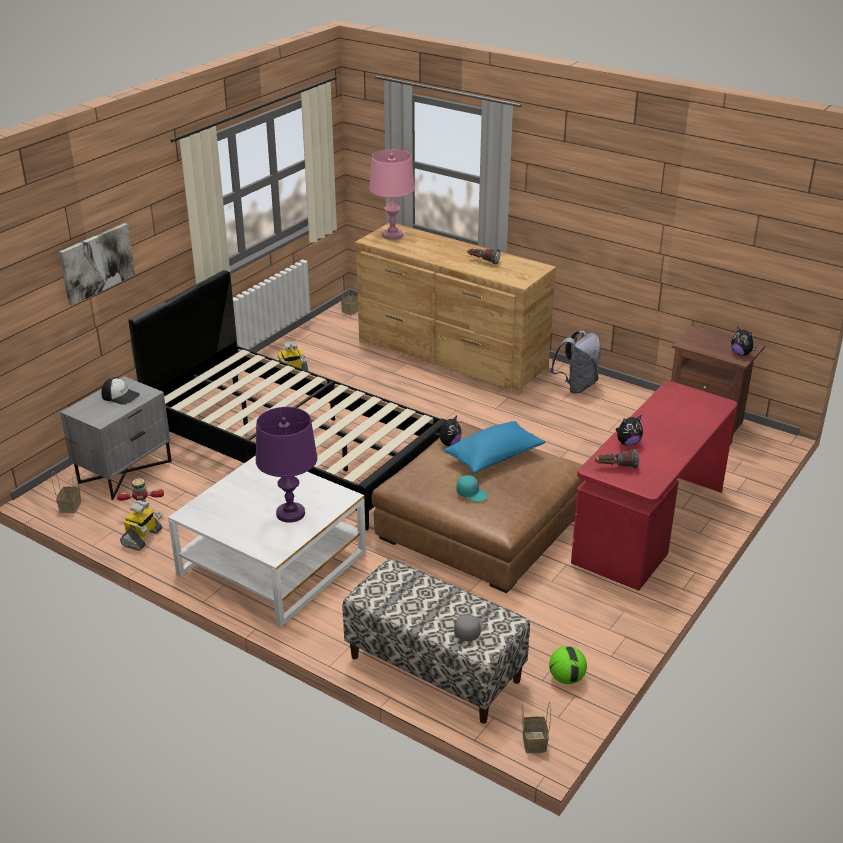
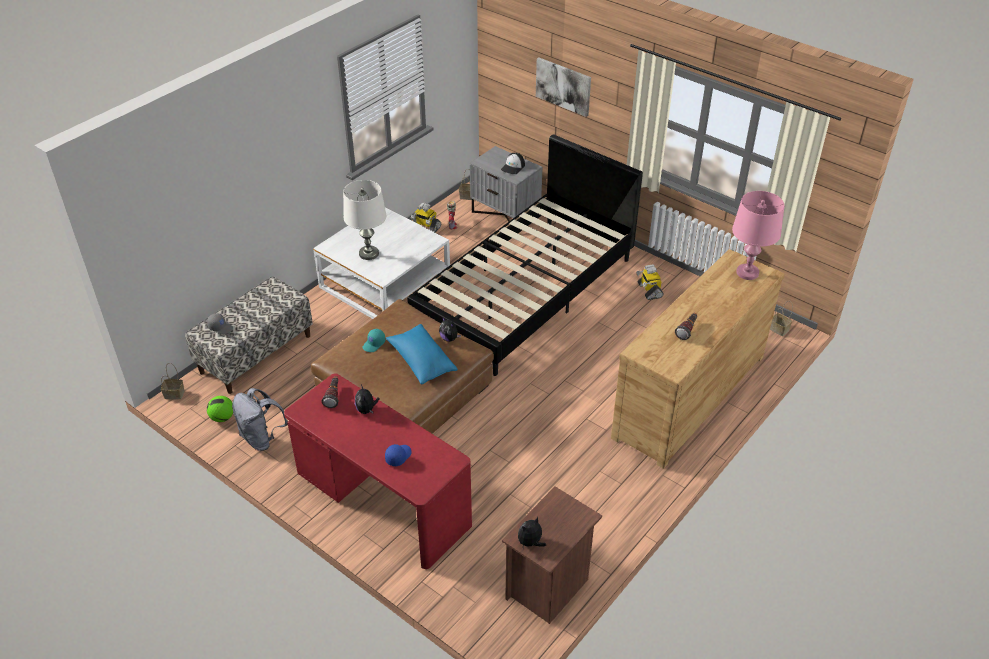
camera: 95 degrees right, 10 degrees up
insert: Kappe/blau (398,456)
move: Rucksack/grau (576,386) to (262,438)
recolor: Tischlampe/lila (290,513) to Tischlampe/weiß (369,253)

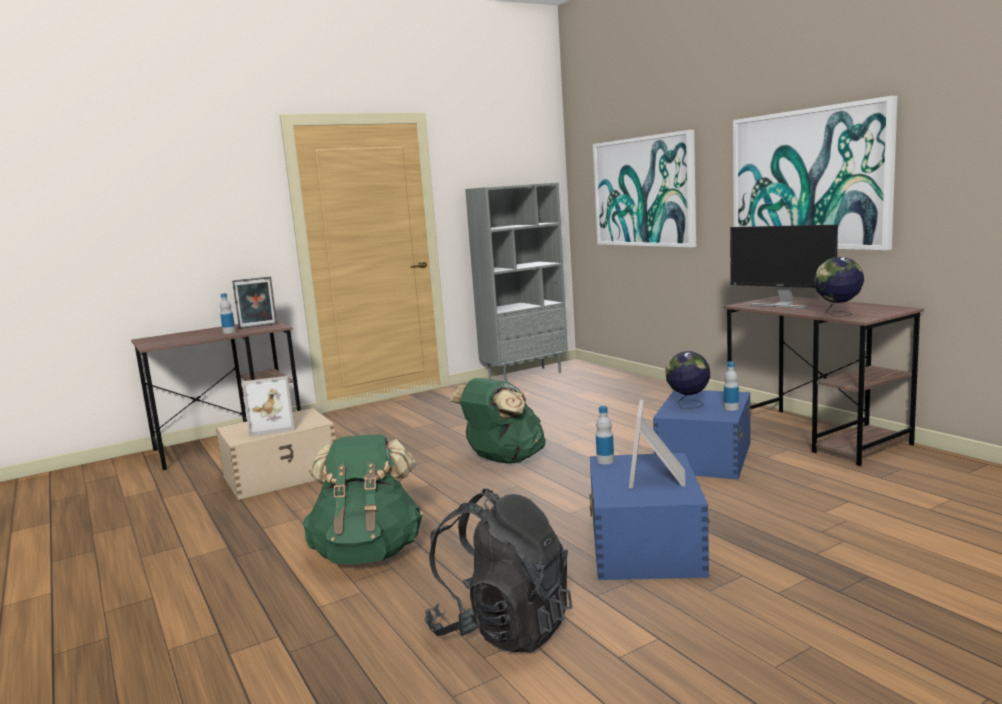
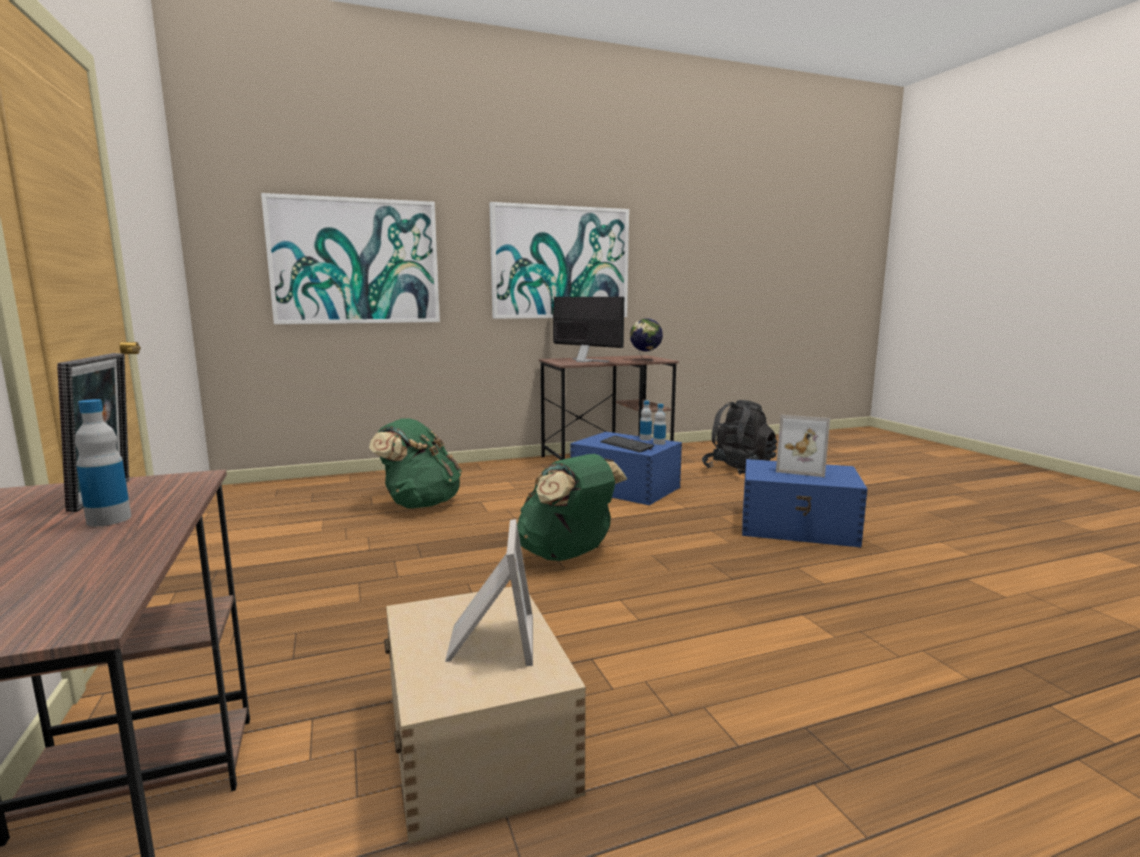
camera: 80 degrees left, 0 degrees up
delete: Bücherregal/grau (525,376)
move: Rucksack/grün (368,552) to (419,504); Flasche (605,461) to (659,443); Rucksack/schwarz (502,629) to (738,470)
replace: Globus (688,405) to Tastatur (626,445)
rotate: Monitor (781,305) = (586,361) 105 degrees counterclockwise

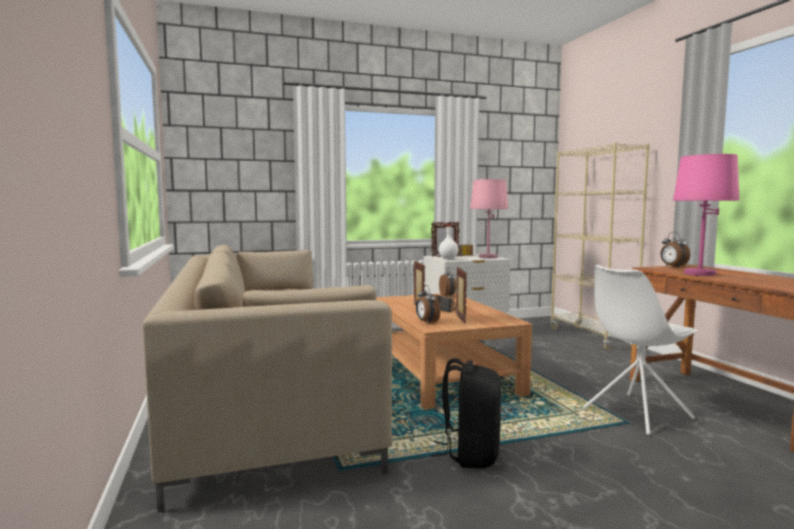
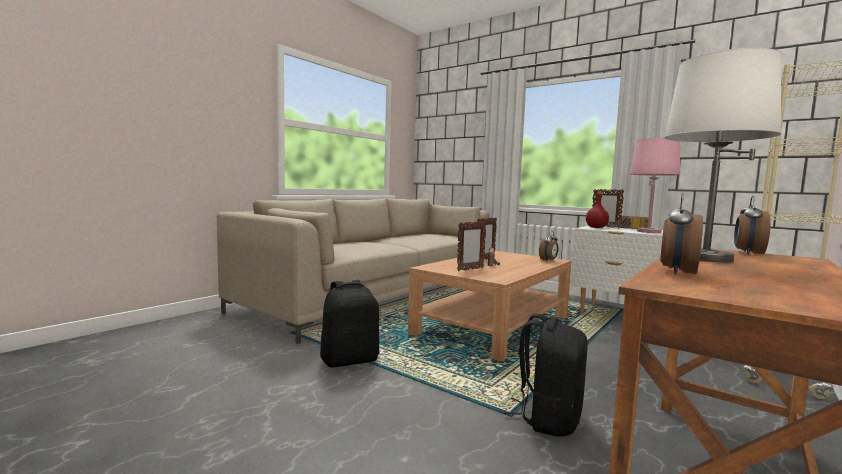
camera: 55 degrees right, 0 degrees up
move: Wecker (426,322) to (677,272)
replace: Stuhl/weiß (636,413) to Rucksack/schwarz (548,418)
recolor: Flasche/weiß (448,258) to Flasche/rot (596,227); Tischlampe/rosa (700,274) to Tischlampe/weiß (705,258)

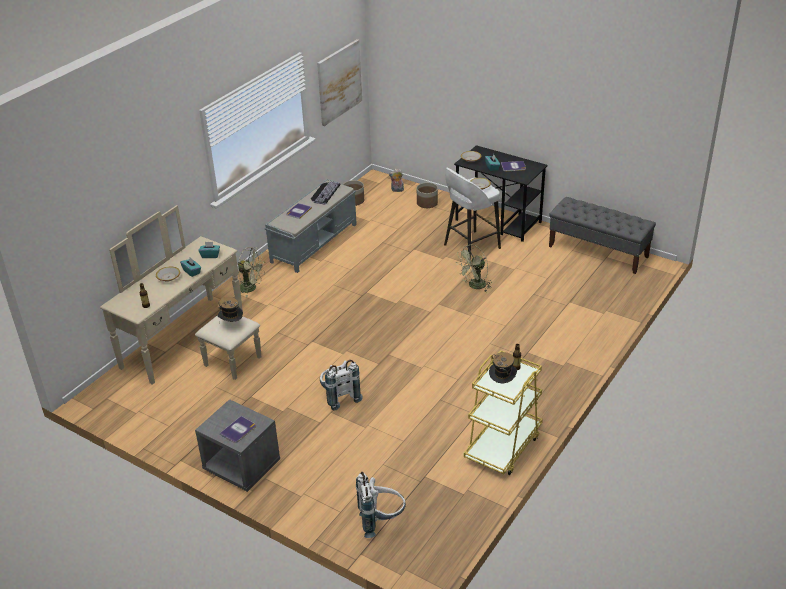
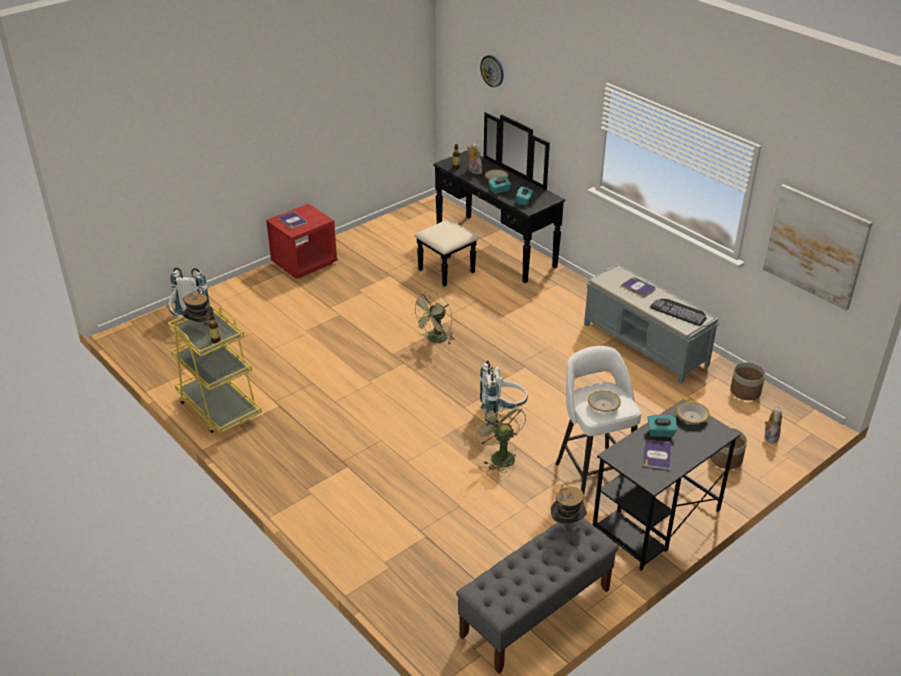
camera: 105 degrees right, 0 degrees up
insert: Plüschtier (474,171); Wanduhr (492,70)
move: Ventilator/grün (251,288) to (435,340); Rucksack/weiß (339,397) to (502,414); Hut (231,324) to (567,524)
recolor: Nachttisch/grau (241,466) to Nachttisch/rot (304,263); Kommode/beige (194,344) to Kommode/schwarz (484,253)

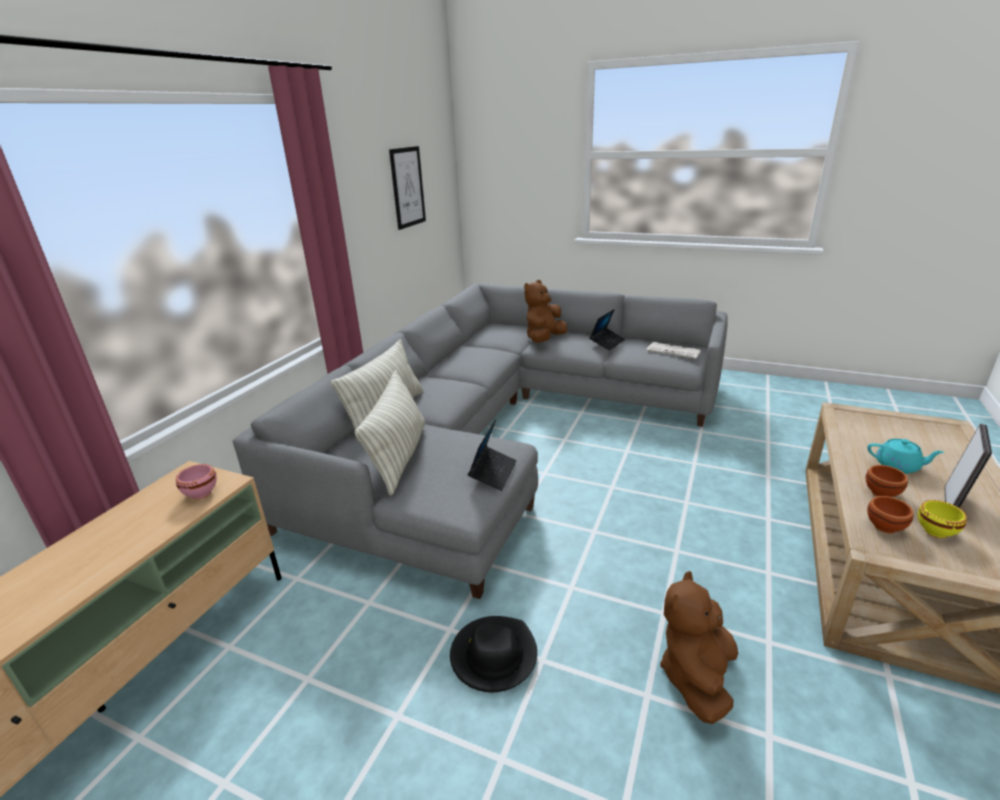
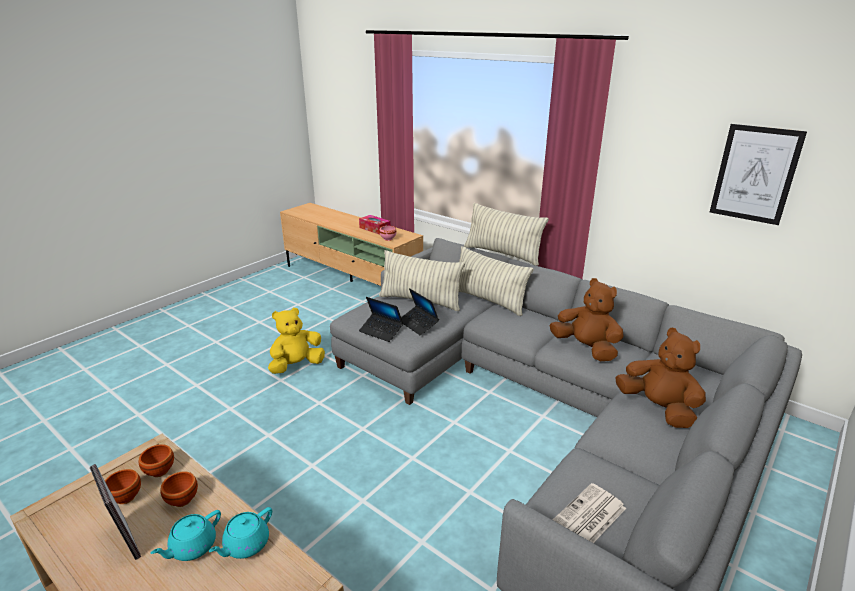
camera: 105 degrees right, 0 degrees up
insert: Teekanne/türkis (246,545); Taschentuchbox (375,229); Kissen (502,254)
move: Laptop (607,343) to (418,324); Plüschtier/braun (696,677) to (586,348)
replace: Hut/schwarz (493,655) to Plüschtier/gelb (296,366)
recolor: Schüssel/gelb (936,532) to Schüssel/braun (125,497)

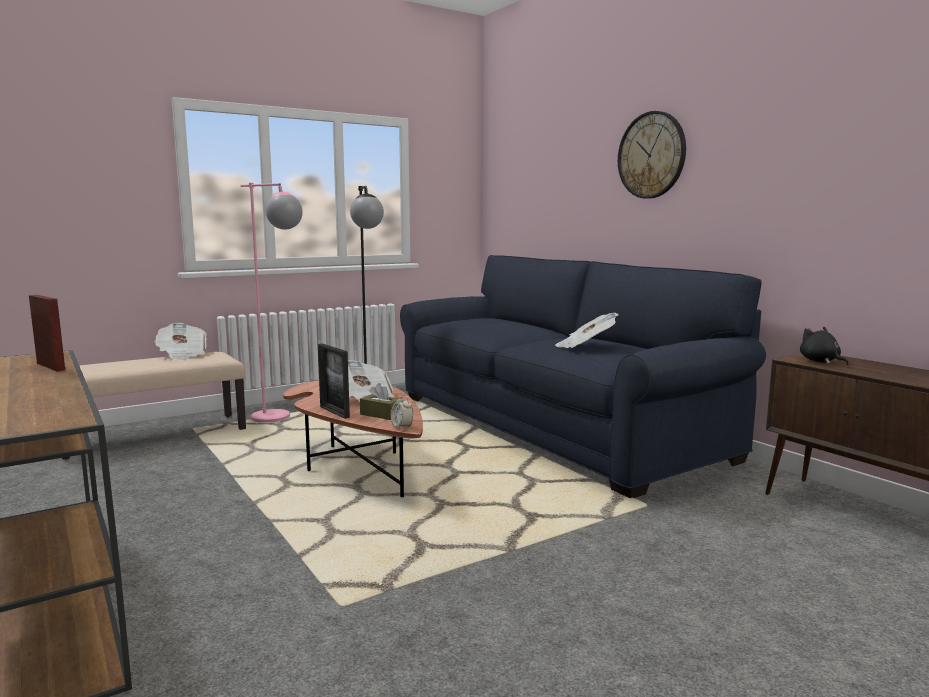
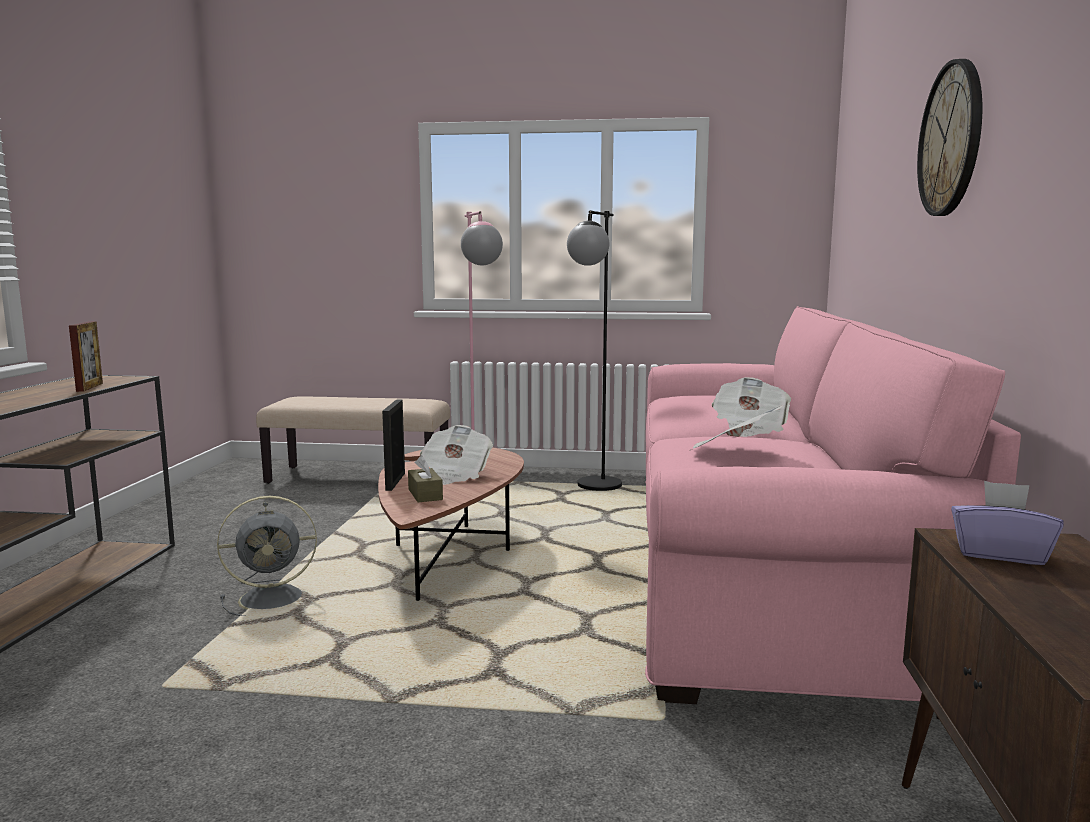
camera: 40 degrees right, 0 degrees up
delete: Wecker (402,427)
insert: Ventilator/grau (275,598)
move: Zeitung (182,355) to (749,428)
replace: Plüschtier/schwarz (820,362) to Taschentuchbox/lila (999,553)
recolor: Sofa/blau (551,426) to Sofa/rosa (760,570)

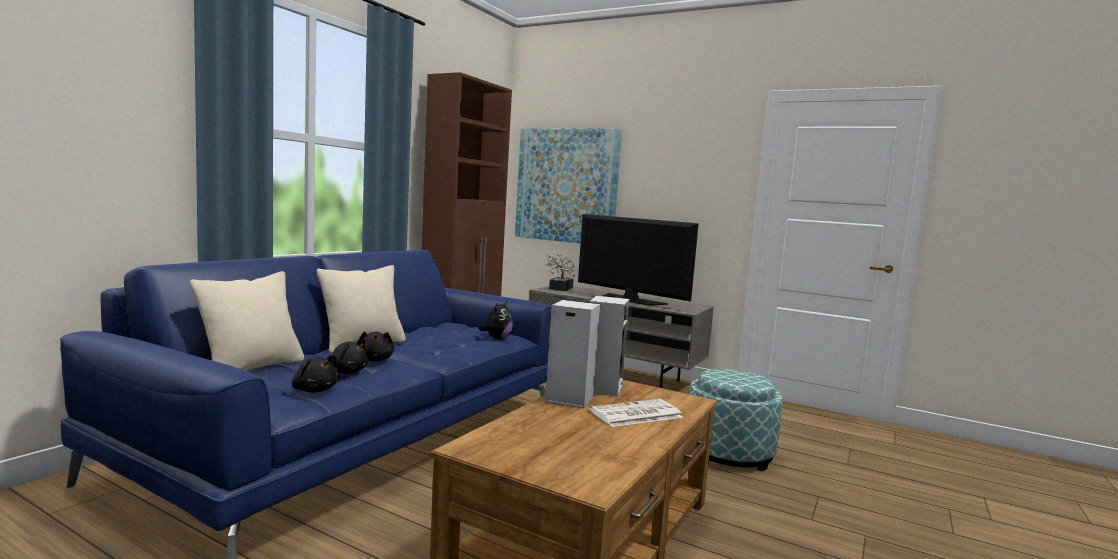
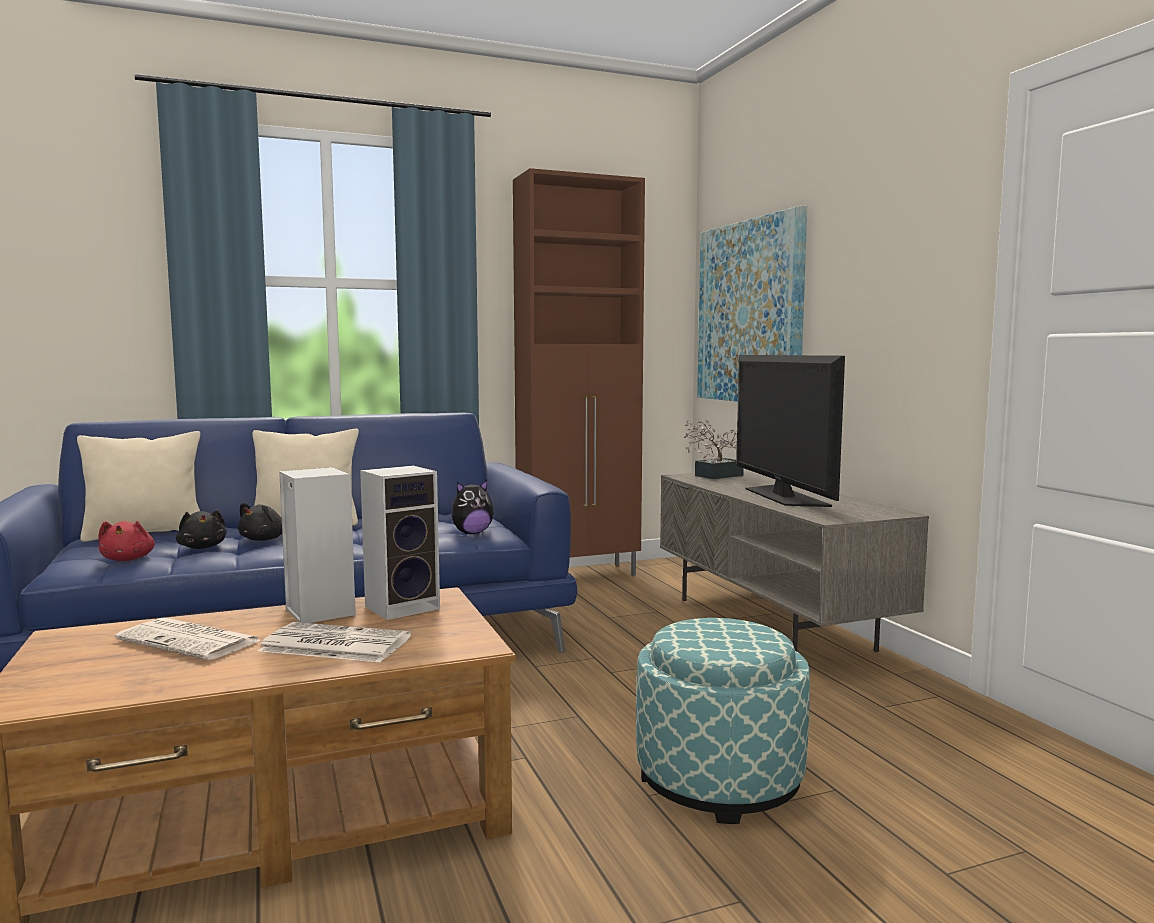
camera: 40 degrees right, 0 degrees up
insert: Zeitung (191,640)
recolor: Plüschtier/schwarz (314,390) to Plüschtier/rot (128,559)

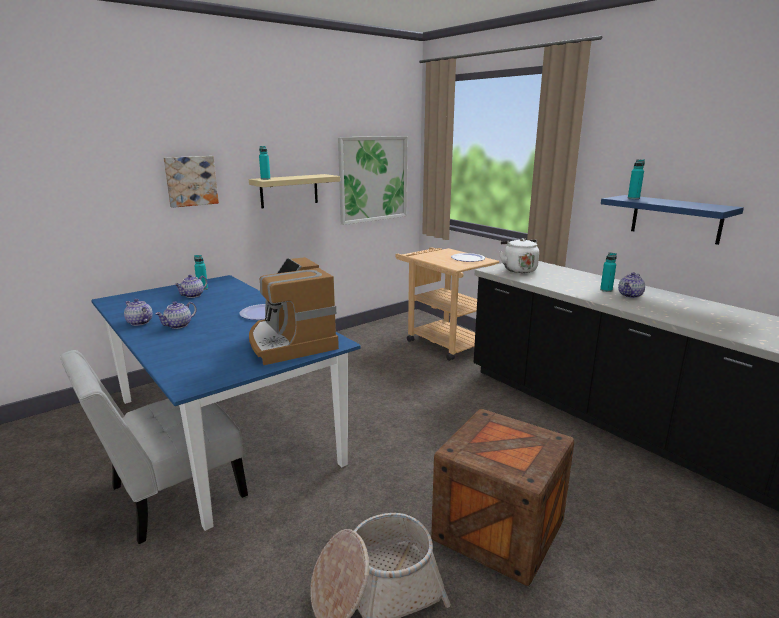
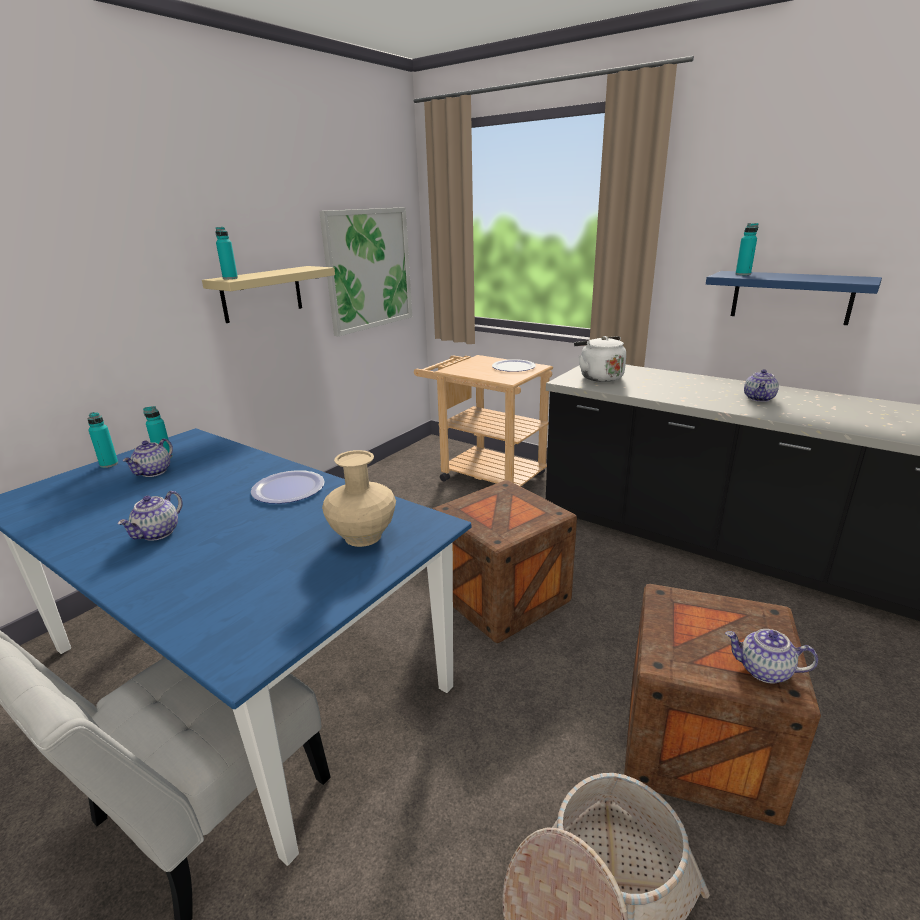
camera: 15 degrees left, 5 degrees up
delete: Bild (191,181)
insert: Kiste (502,597)
move: Flasche/türkis (606,290) to (109,464); Teekanne (139,322) to (764,671)
replace: Kaffeemaschine (290,342) to Vase/beige (364,536)

